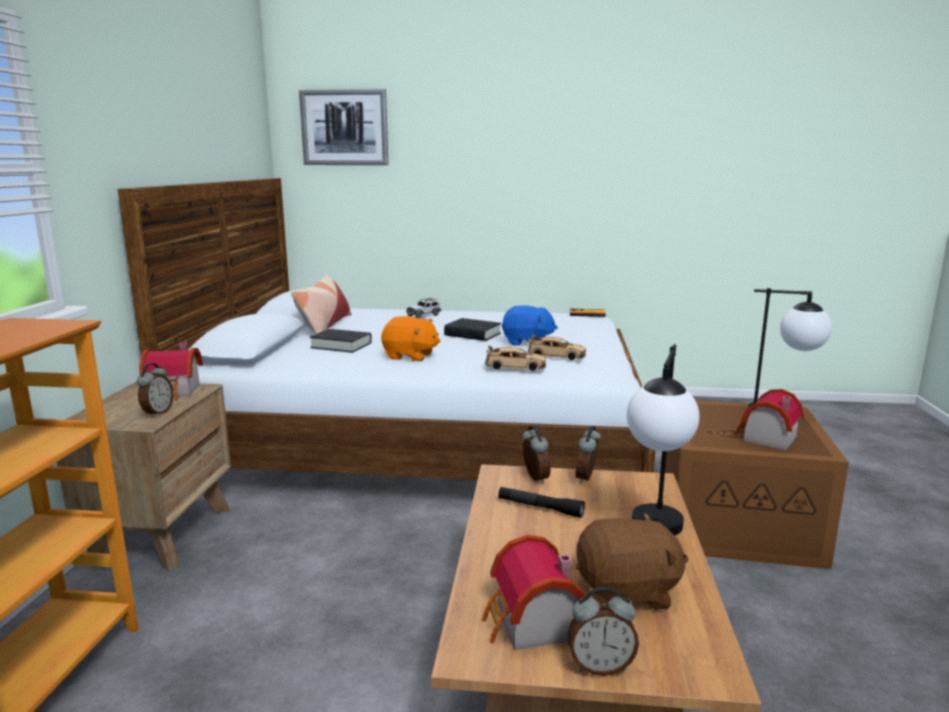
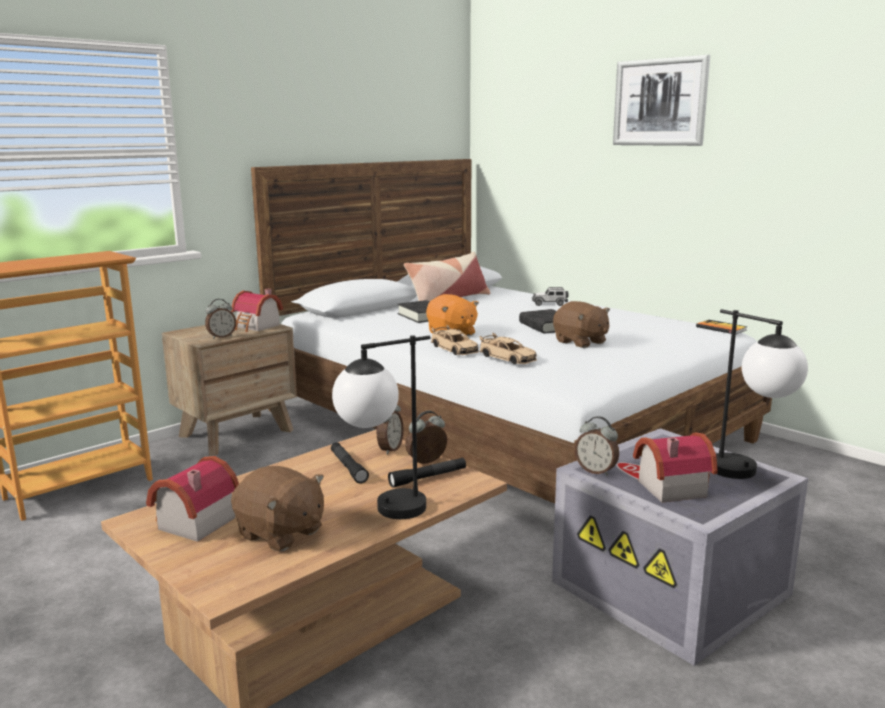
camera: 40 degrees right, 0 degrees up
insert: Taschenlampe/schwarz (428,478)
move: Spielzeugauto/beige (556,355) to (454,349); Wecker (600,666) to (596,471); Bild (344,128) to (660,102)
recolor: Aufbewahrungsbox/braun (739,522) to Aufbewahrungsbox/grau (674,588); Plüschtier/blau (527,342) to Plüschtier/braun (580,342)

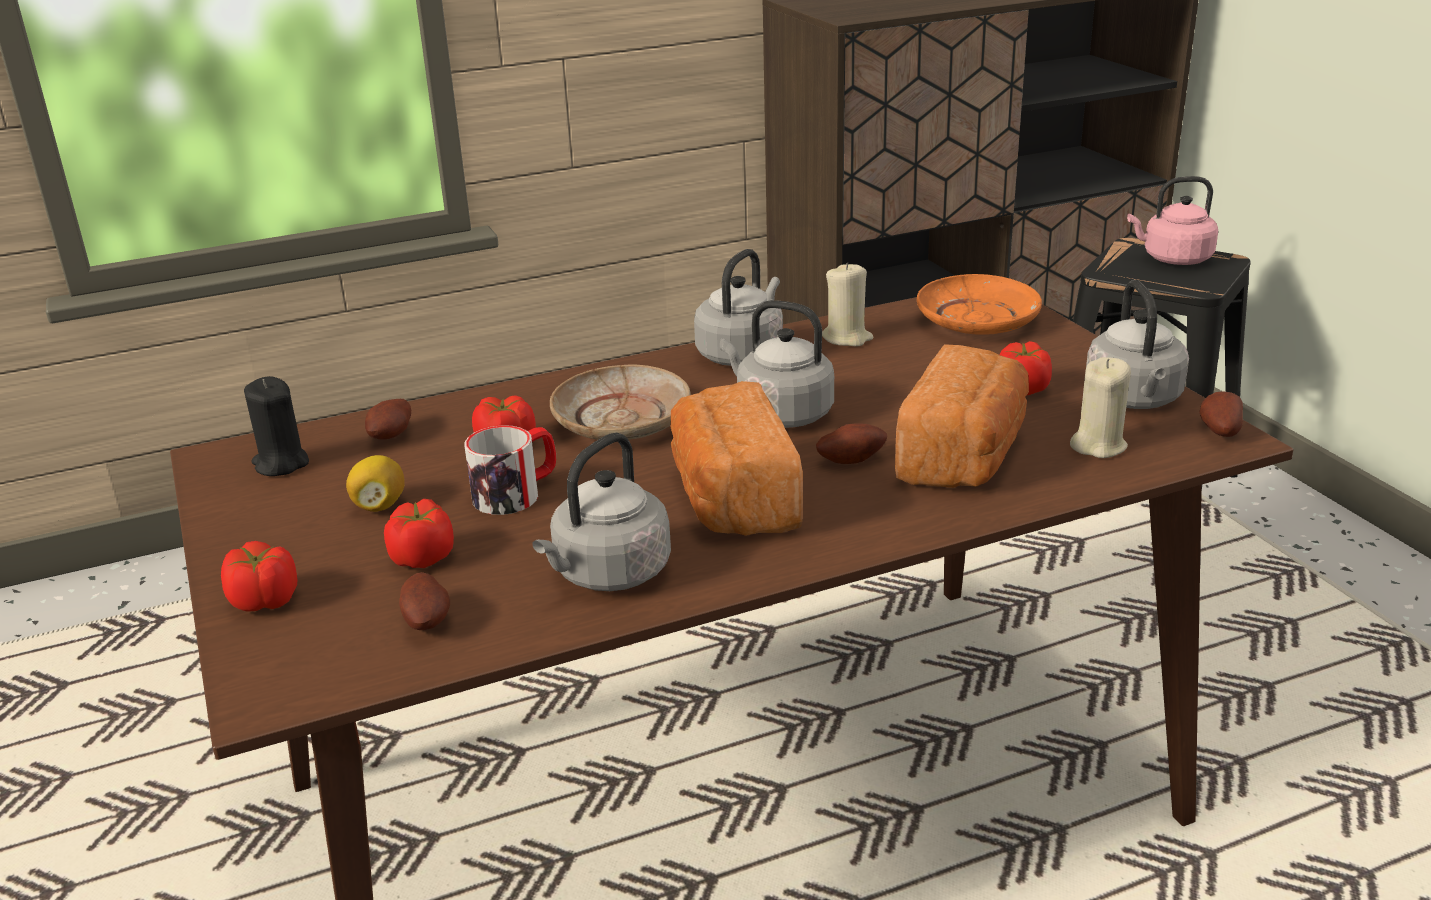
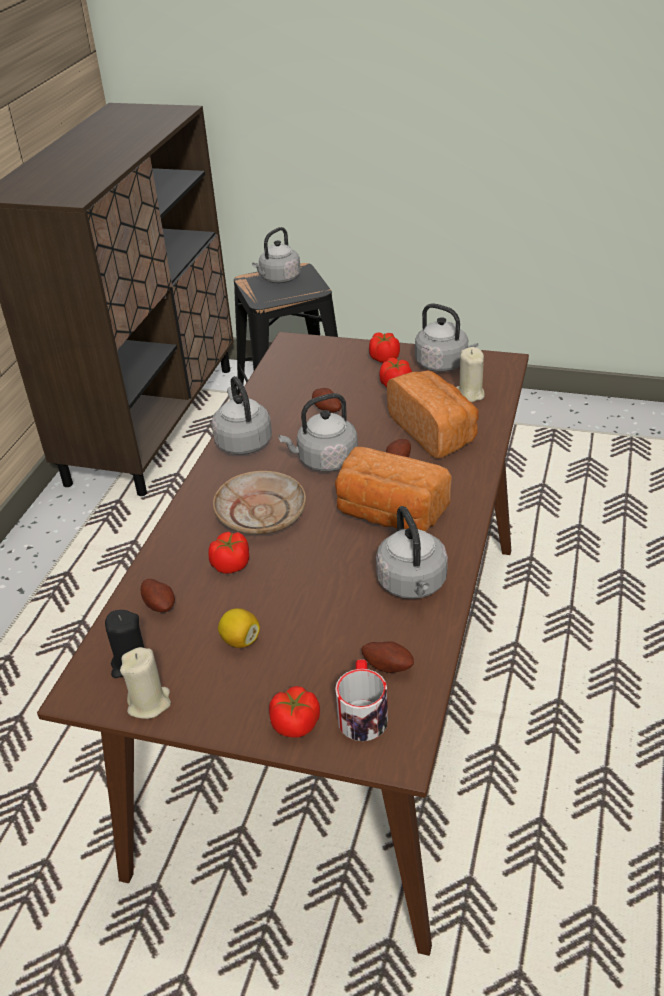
camera: 50 degrees left, 10 degrees up
delete: Teller/orange (978,320)
move: Kerze/beige (847,338) to (149,703); Kartoffel (1218,431) to (326,410); Henkelbecher (517,493) to (362,712); Tomate (423,557) to (384,358)
recolor: Wasserkessel/rosa (1173,259) to Wasserkessel/grau (278,279)

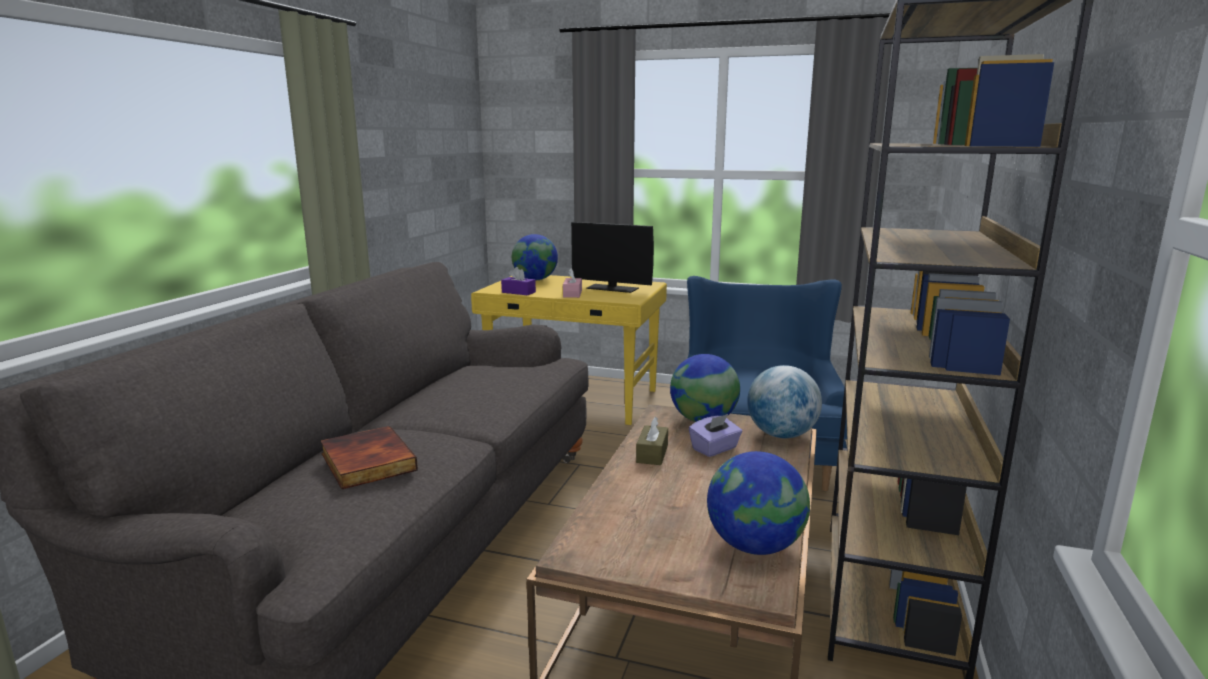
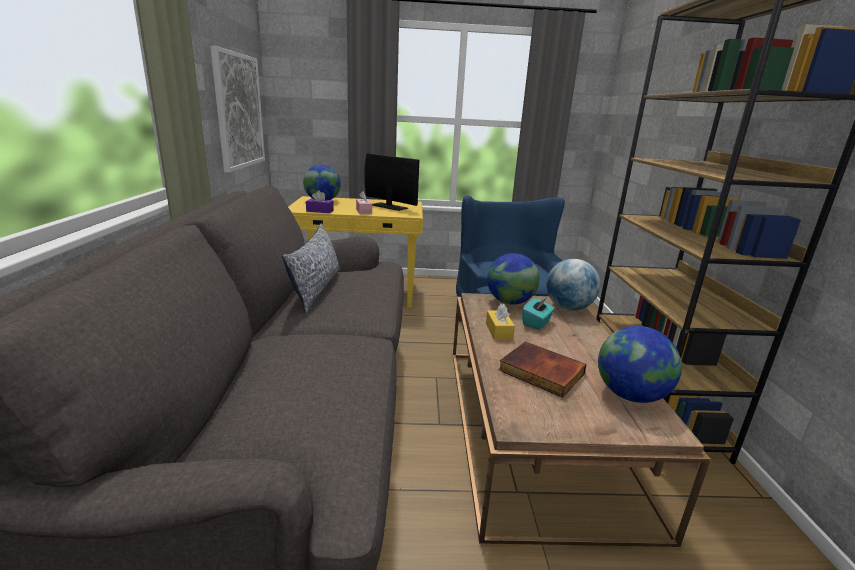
camera: 20 degrees left, 5 degrees up
insert: Bild (239,111); Kissen (316,288)
move: Buch (366,462) to (540,372)
recolor: Taschentuchbox/braun (652,454) to Taschentuchbox/gelb (498,332); Taschentuchbox/lila (715,449) to Taschentuchbox/türkis (536,323)
rotate: Monitor (612,288) = (389,206) 150 degrees counterclockwise

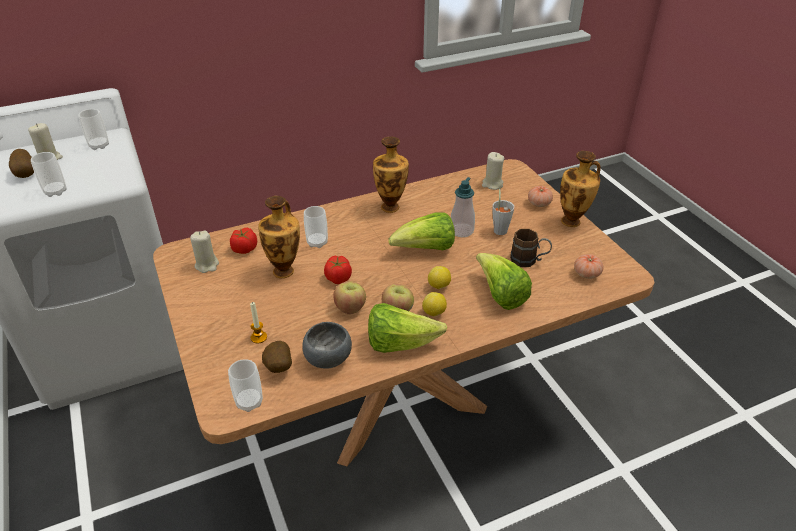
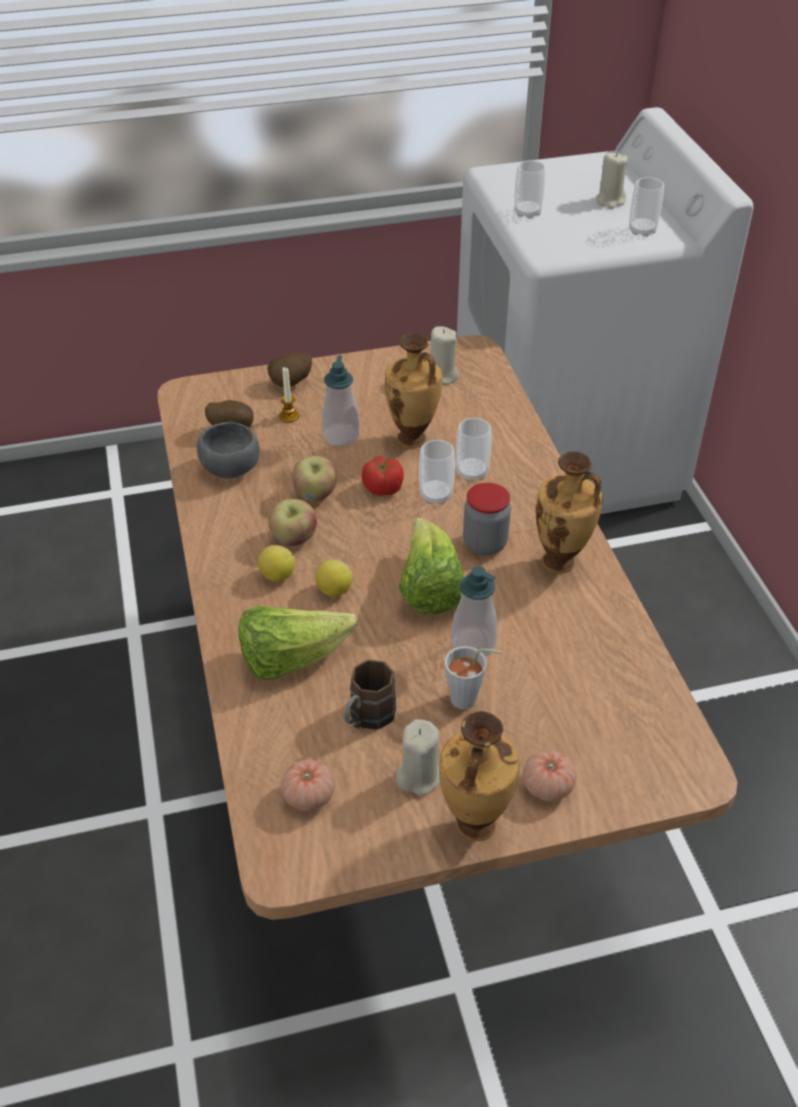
camera: 100 degrees right, 5 degrees up
delete: Tomate (244,249); Salatkopf (400,344)
insert: Seifenspender (341,436); Vorratsglas (484,544)
move: Kartoffel (27,174) to (291,384); Kerze/beige (492,184) to (419,776); Tasse (249,402) to (436,495)

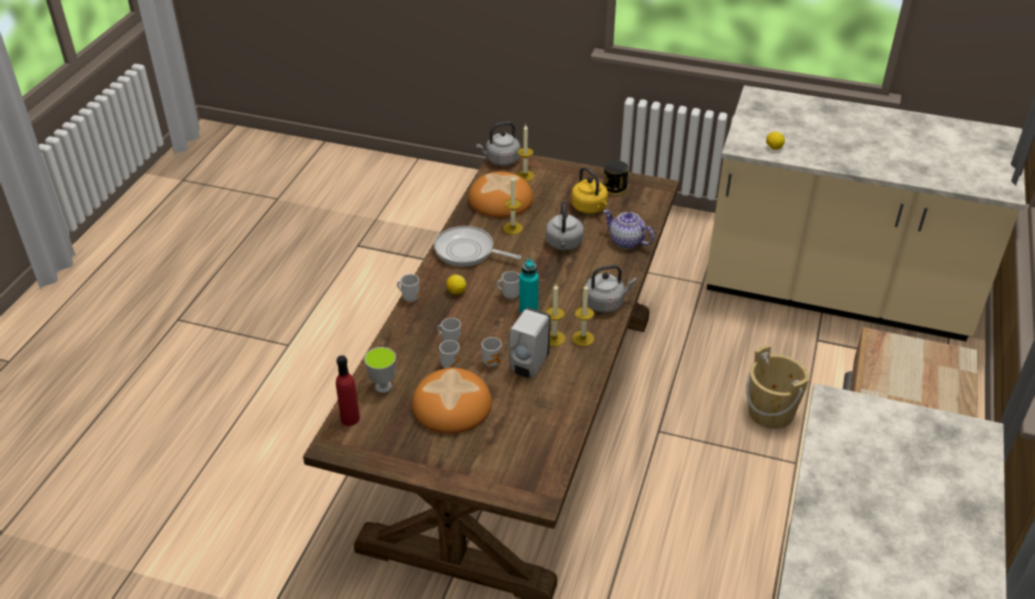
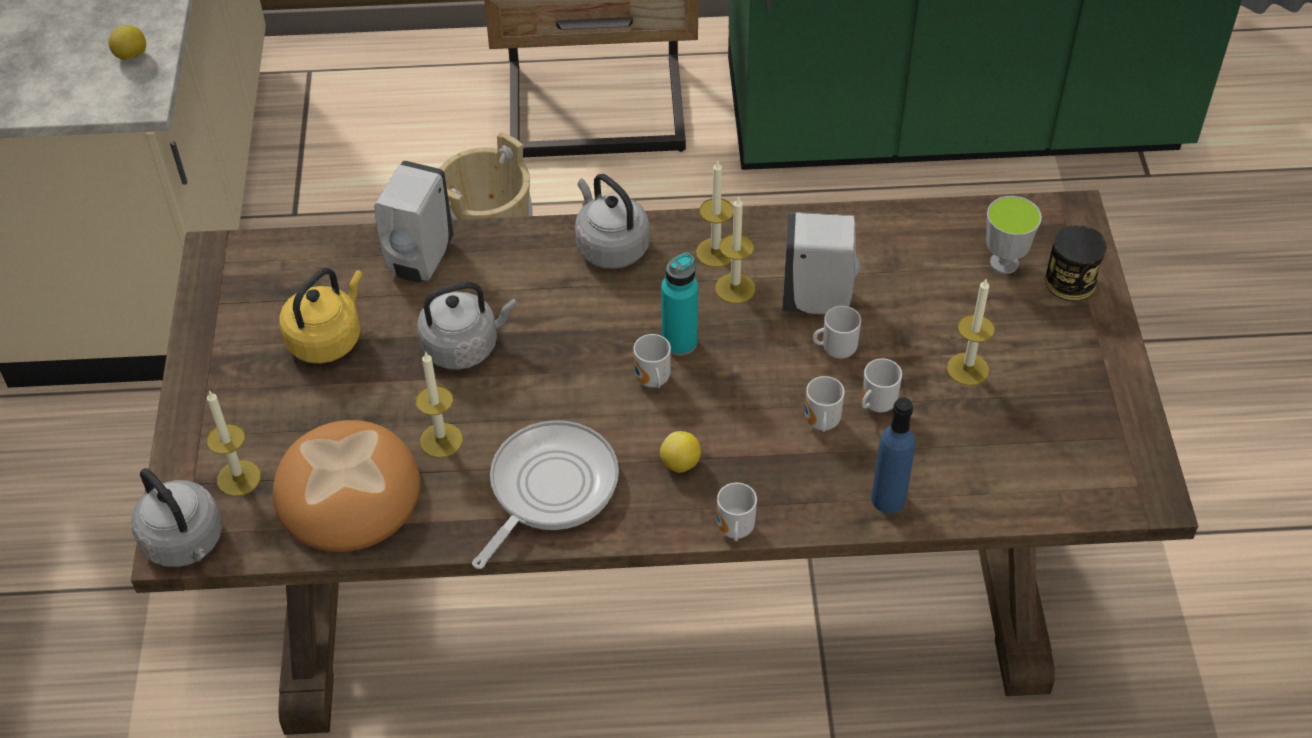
camera: 110 degrees left, 10 degrees up
delete: Flasche/rot (350,418)
insert: Flasche/blau (888,499)
move: Tasse (383,387) to (1004,263); Dose (614,189) to (1070,281)
replace: Teekanne (626,241) to Seifenspender/weiß (419,261); Brot (451,406) to Kerze (967,369)
rotate: Pfanne (468,251) = (548,489) 150 degrees counterclockwise

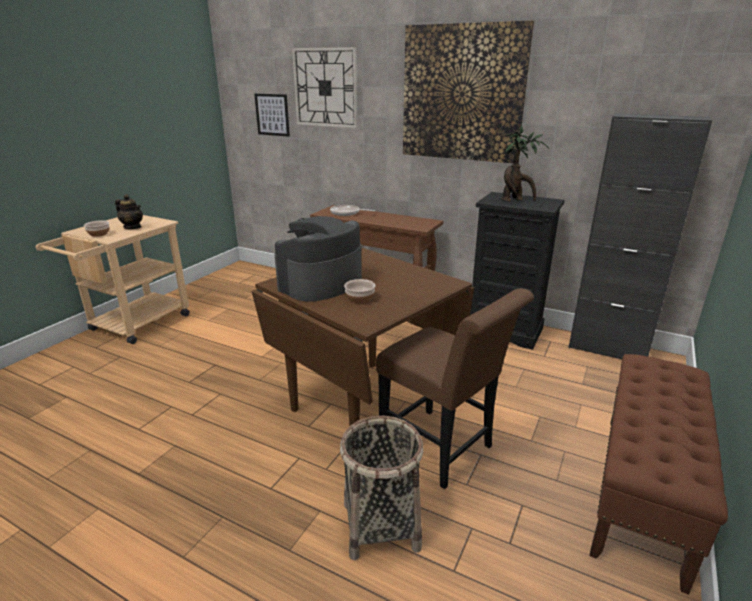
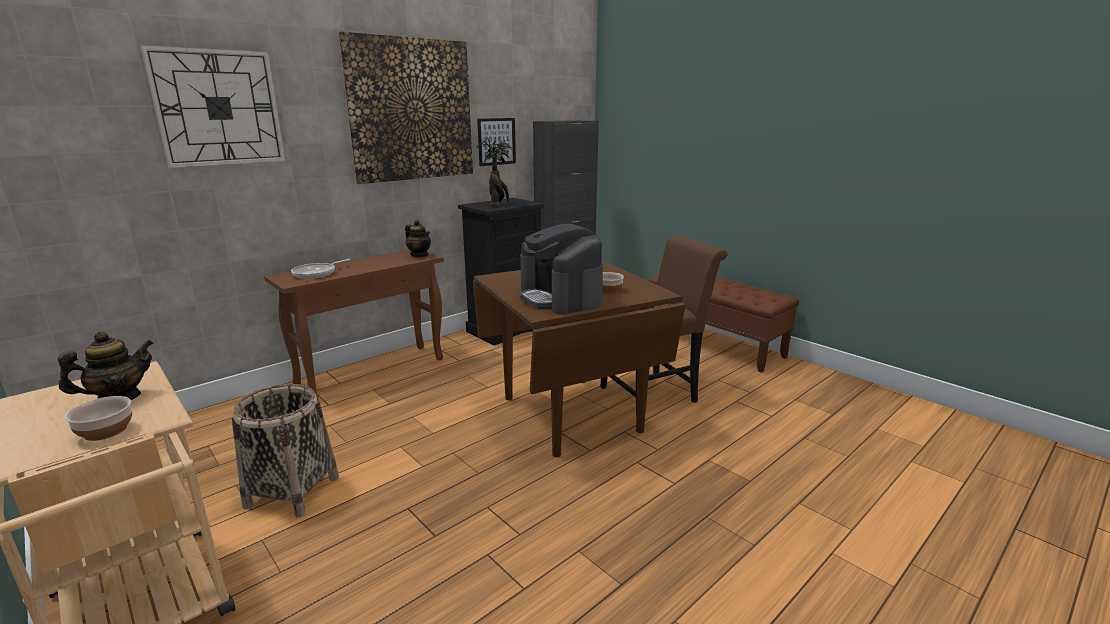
camera: 70 degrees left, 5 degrees down
insert: Teekanne (419,255)
move: Korb (381,526) to (293,491); Bild (272,114) to (496,141)

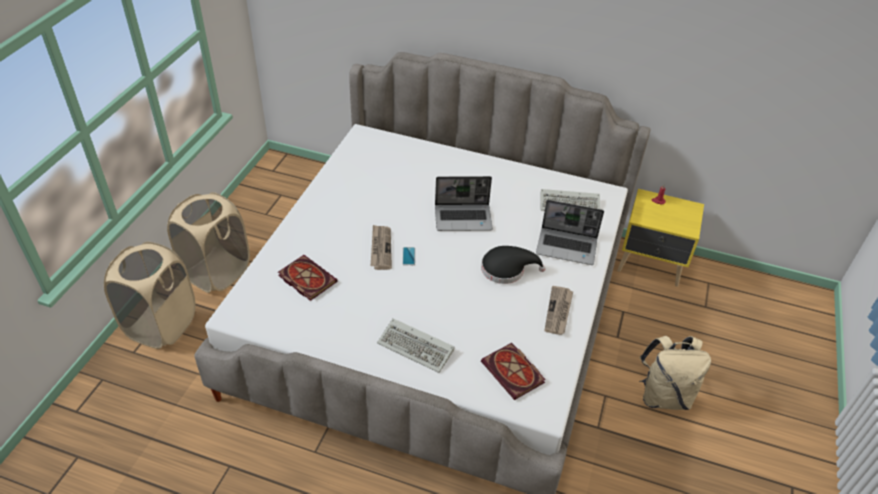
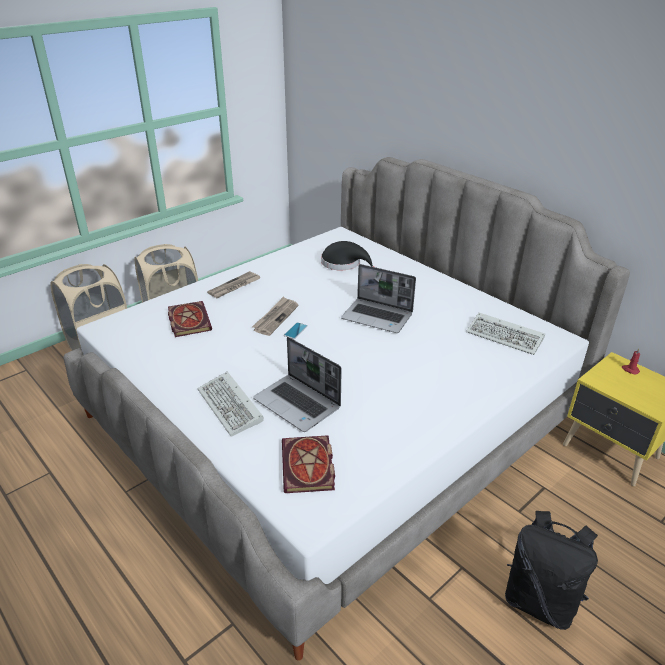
camera: 30 degrees right, 10 degrees down
move: Zeitung (558,312) to (234,287); Laptop (567,247) to (298,404); Hut/schwarz (506,269) to (344,263)
recolor: Rucksack/beige (664,395) to Rucksack/schwarz (540,600)

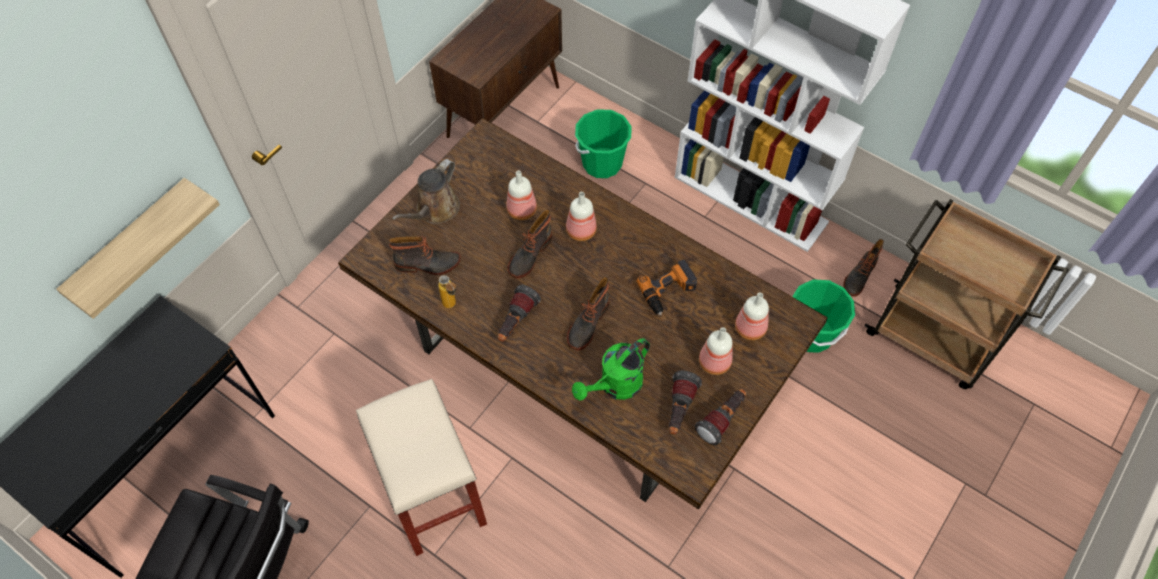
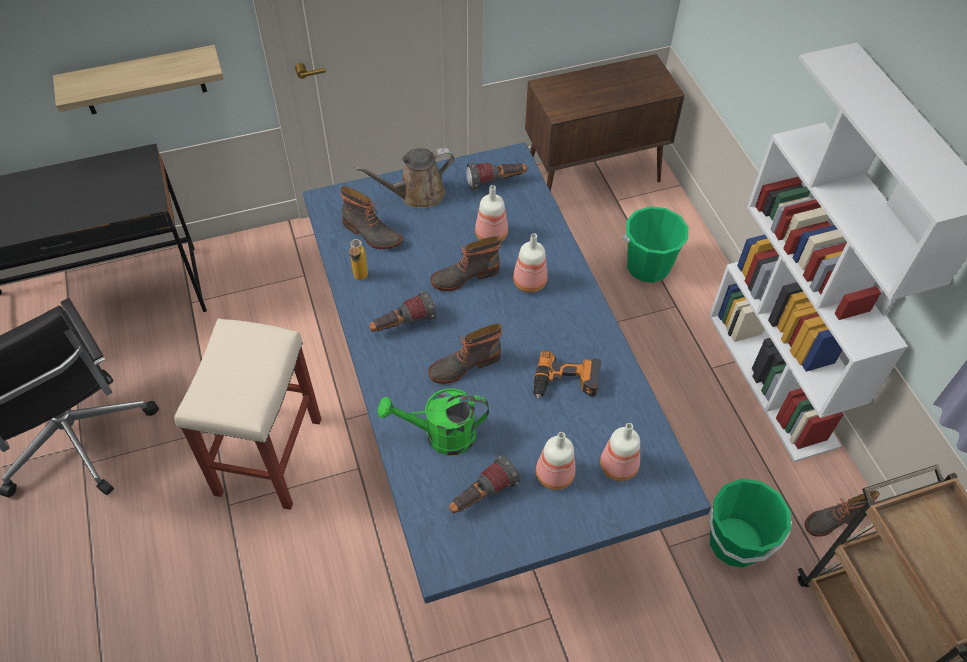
camera: 35 degrees right, 5 degrees down
move: Taschenlampe (722,420) to (496,182)
recolor: Esstisch/braun (579,367) to Esstisch/blau (482,429)

